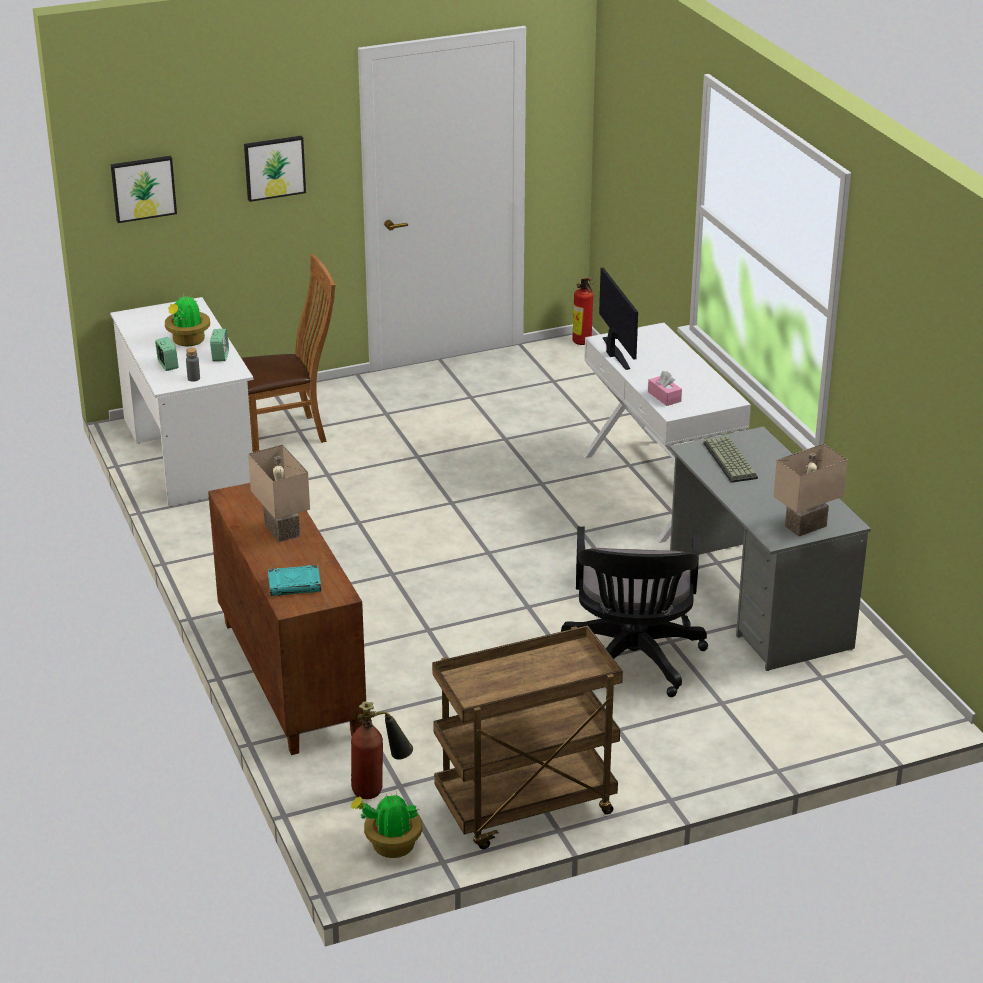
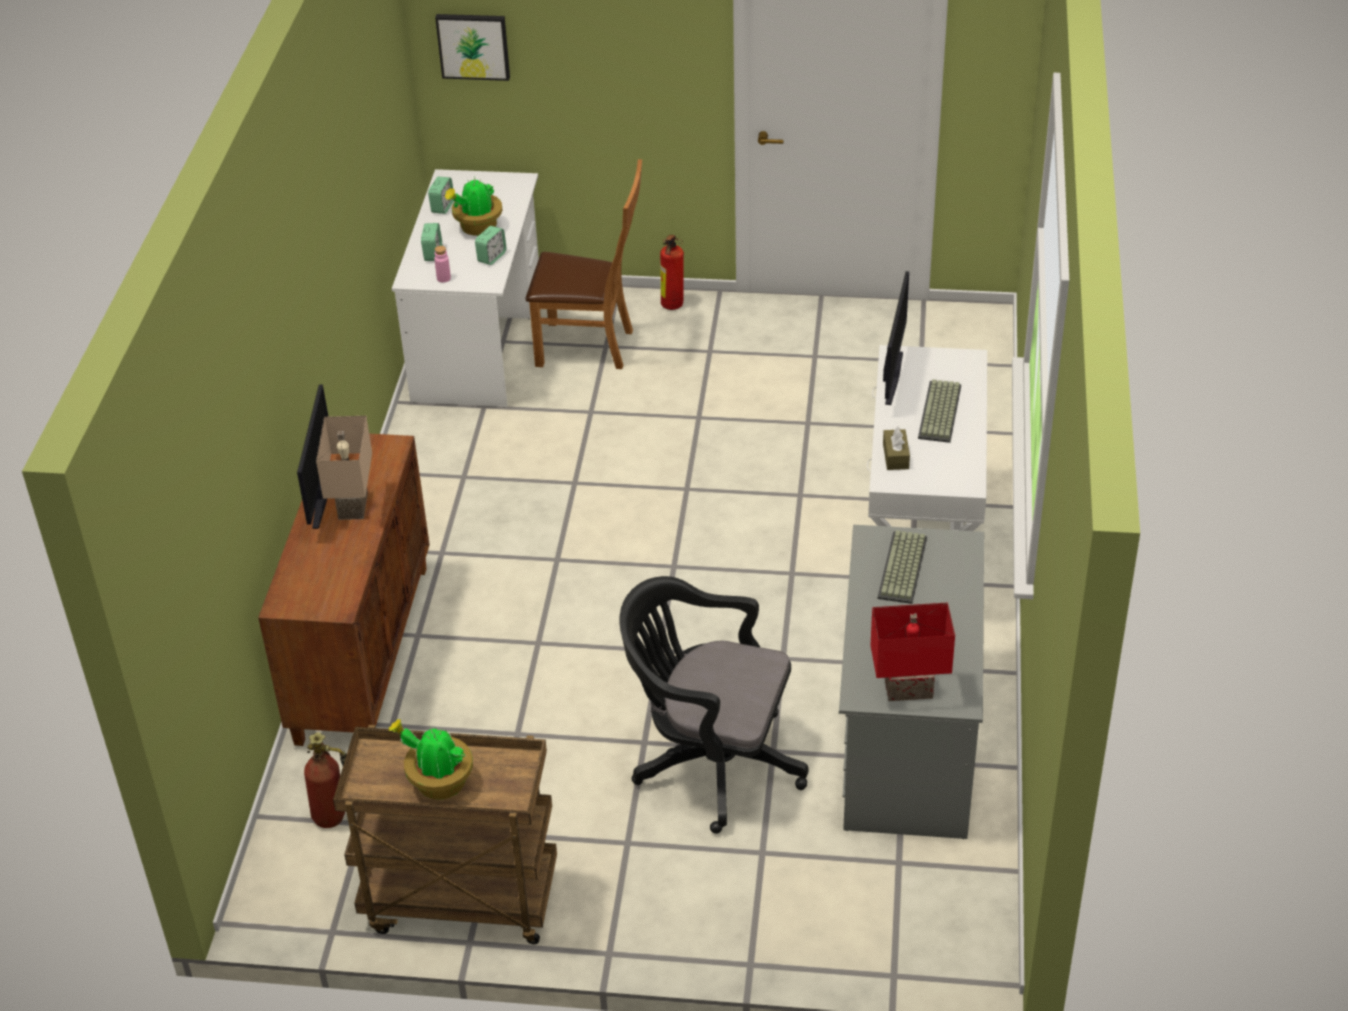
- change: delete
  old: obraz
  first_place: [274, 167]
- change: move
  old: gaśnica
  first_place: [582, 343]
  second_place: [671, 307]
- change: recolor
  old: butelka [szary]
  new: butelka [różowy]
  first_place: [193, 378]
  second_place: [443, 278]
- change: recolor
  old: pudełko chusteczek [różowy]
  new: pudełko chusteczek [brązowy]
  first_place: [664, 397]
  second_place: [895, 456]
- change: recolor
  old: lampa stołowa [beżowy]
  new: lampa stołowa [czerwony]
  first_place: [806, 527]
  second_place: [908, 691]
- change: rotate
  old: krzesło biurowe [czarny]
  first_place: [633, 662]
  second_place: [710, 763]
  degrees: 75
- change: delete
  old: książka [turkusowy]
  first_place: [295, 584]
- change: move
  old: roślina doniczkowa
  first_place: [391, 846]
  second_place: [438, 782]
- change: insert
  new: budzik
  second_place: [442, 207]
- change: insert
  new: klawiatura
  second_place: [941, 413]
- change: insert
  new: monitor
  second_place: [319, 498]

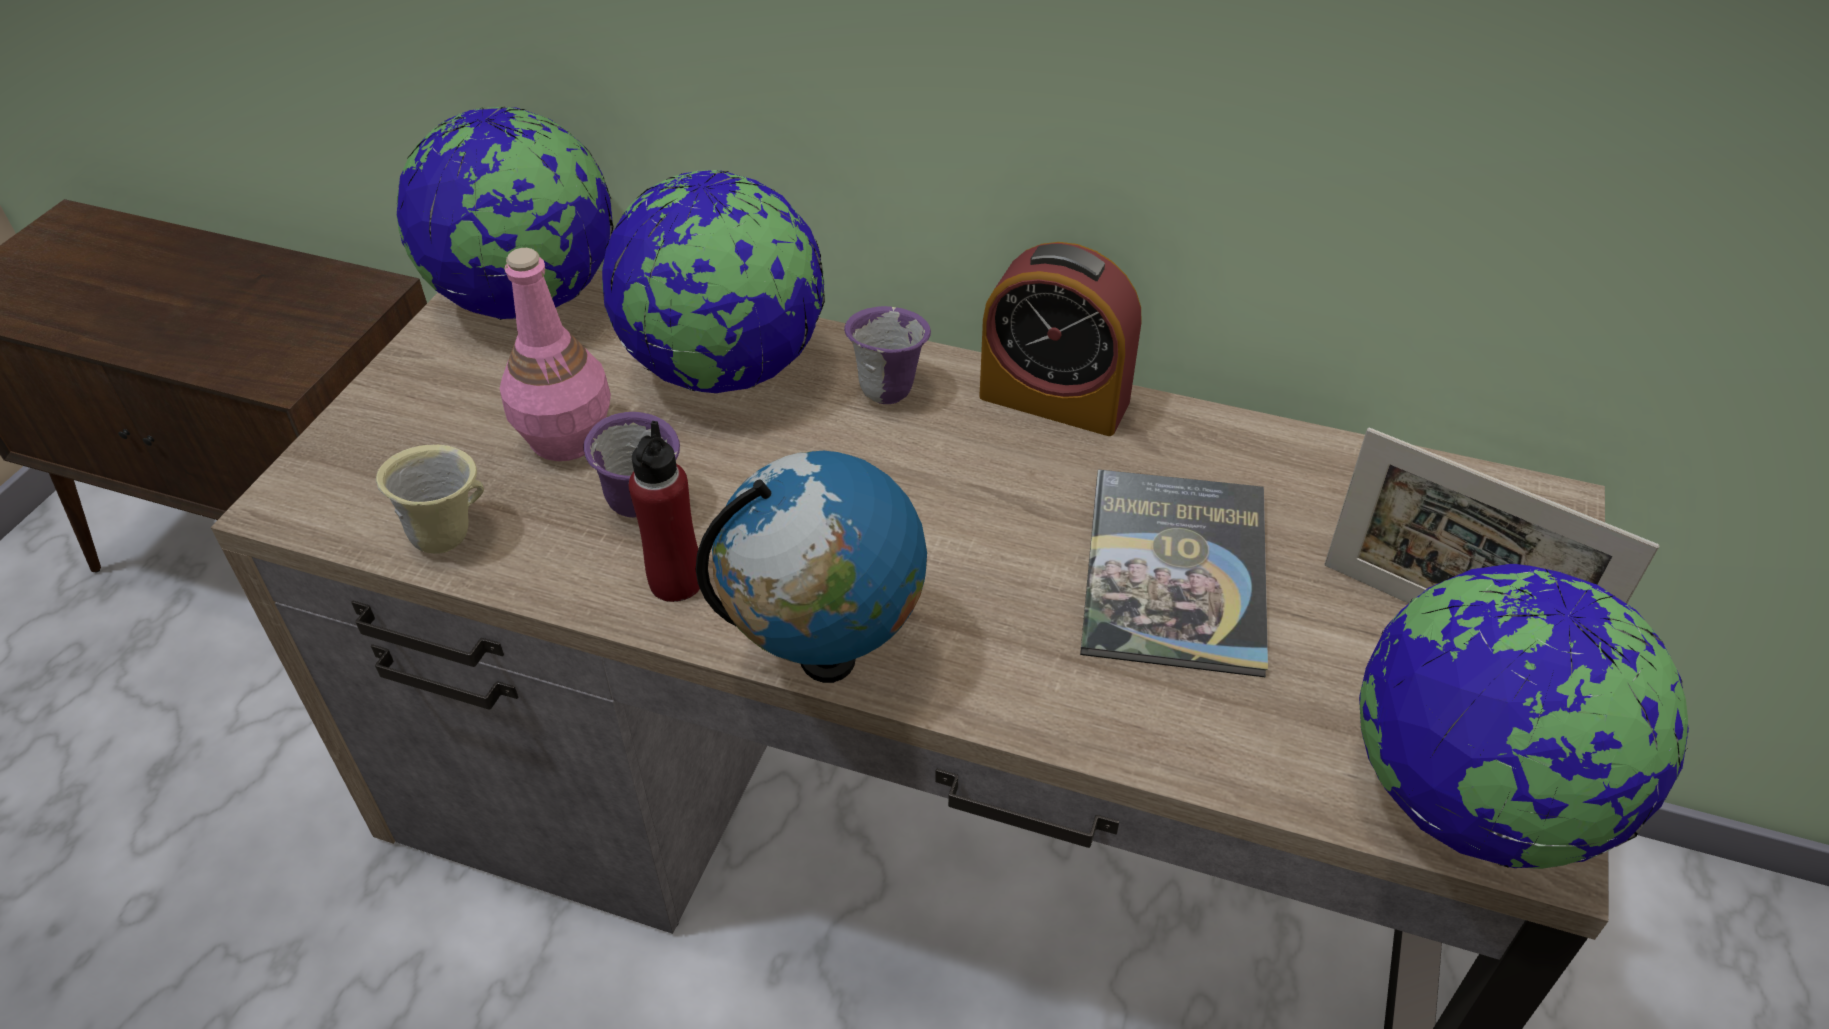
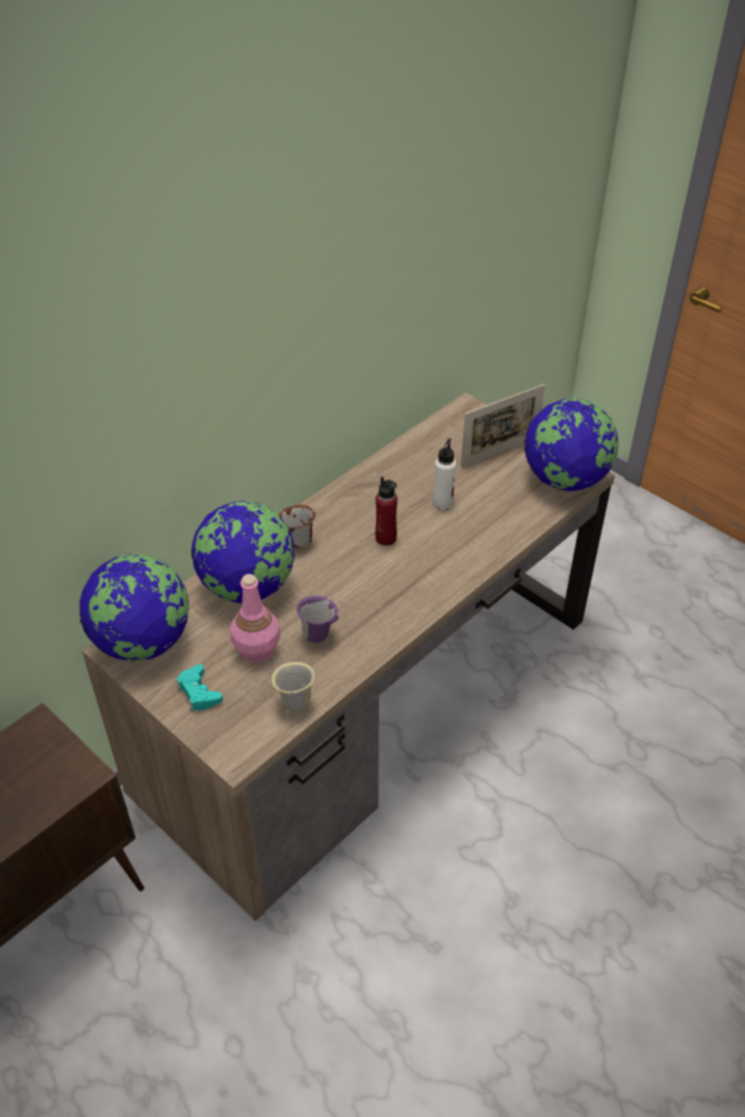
- change: delete
  old: budzik
  first_place: [1054, 399]
- change: recolor
  old: kubek [fioletowy]
  new: kubek [brązowy]
  first_place: [888, 390]
  second_place: [298, 541]
- change: move
  old: butelka [czerwony]
  first_place: [676, 582]
  second_place: [386, 538]
- change: delete
  old: globus
  first_place: [827, 657]
- change: replace
  old: książka
  new: butelka [biały]
  first_place: [1175, 572]
  second_place: [443, 503]
- change: insert
  new: pad do gier [turkusowy]
  second_place: [199, 692]

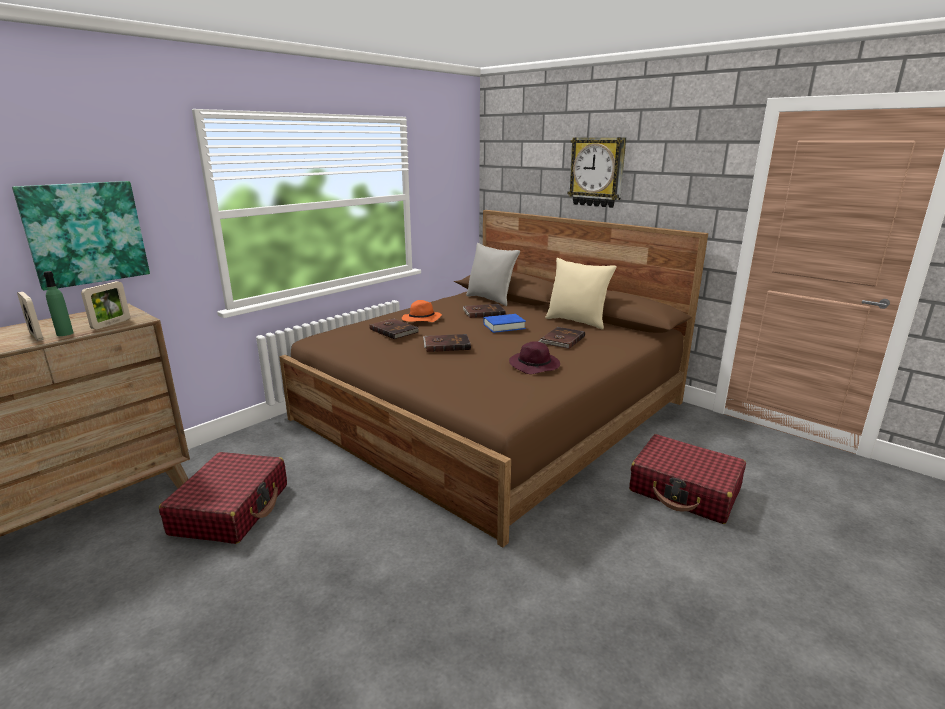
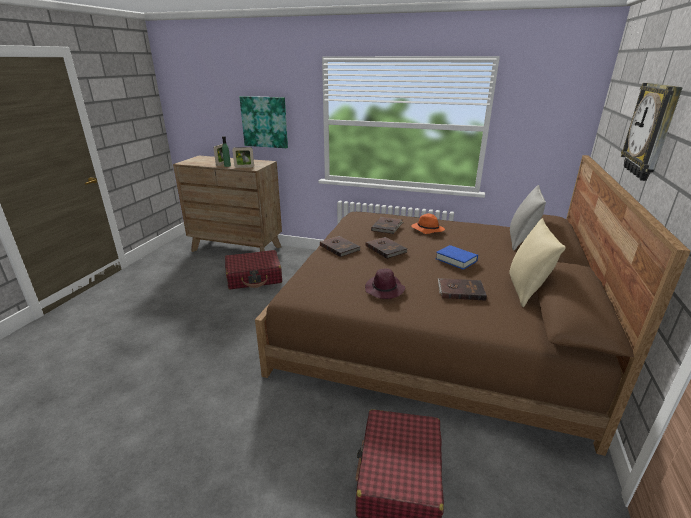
- change: move
  old: książka [brązowy]
  first_place: [483, 312]
  second_place: [340, 247]

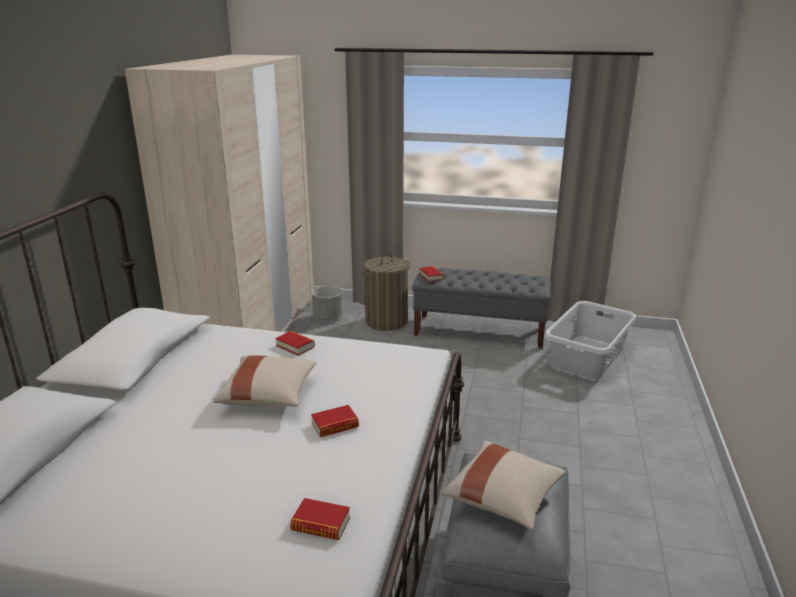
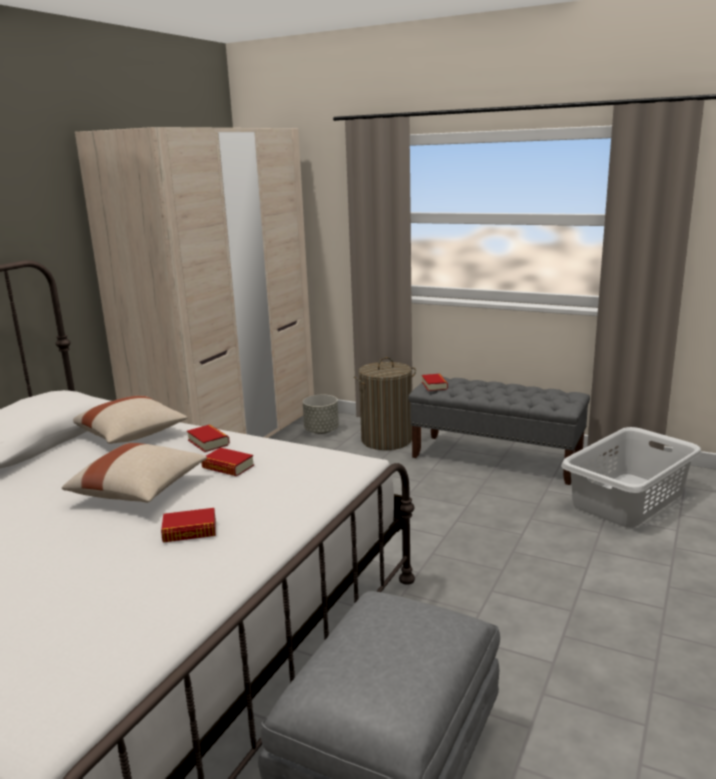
- change: move
  old: poduszka [beżowy]
  first_place: [503, 497]
  second_place: [132, 436]
- change: move
  old: książka
  first_place: [321, 524]
  second_place: [228, 467]

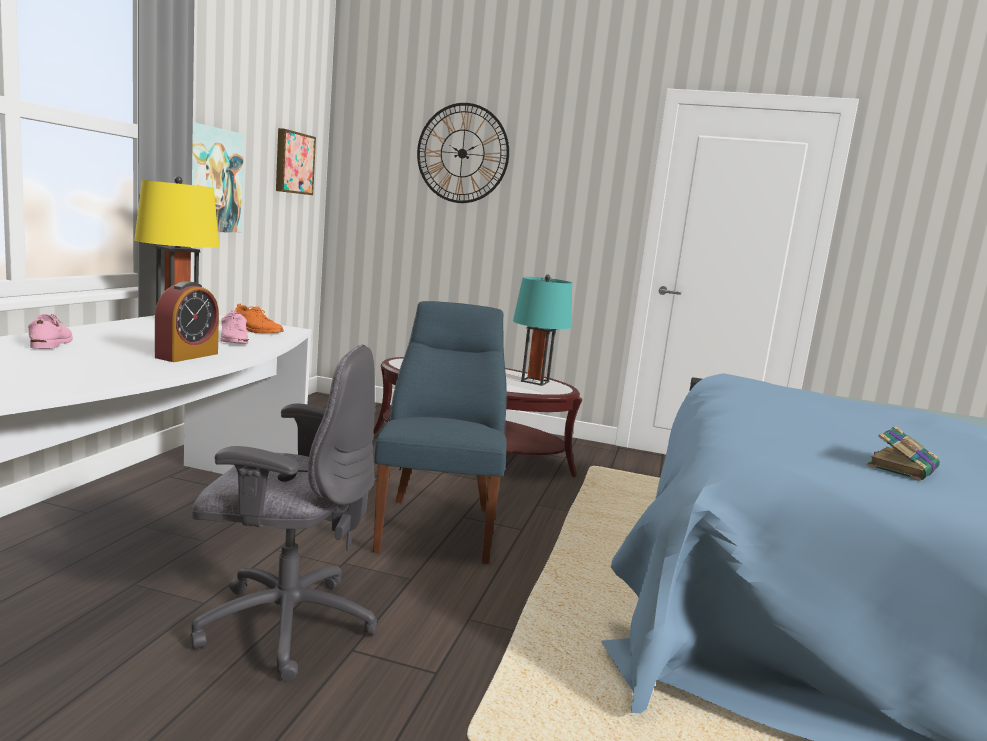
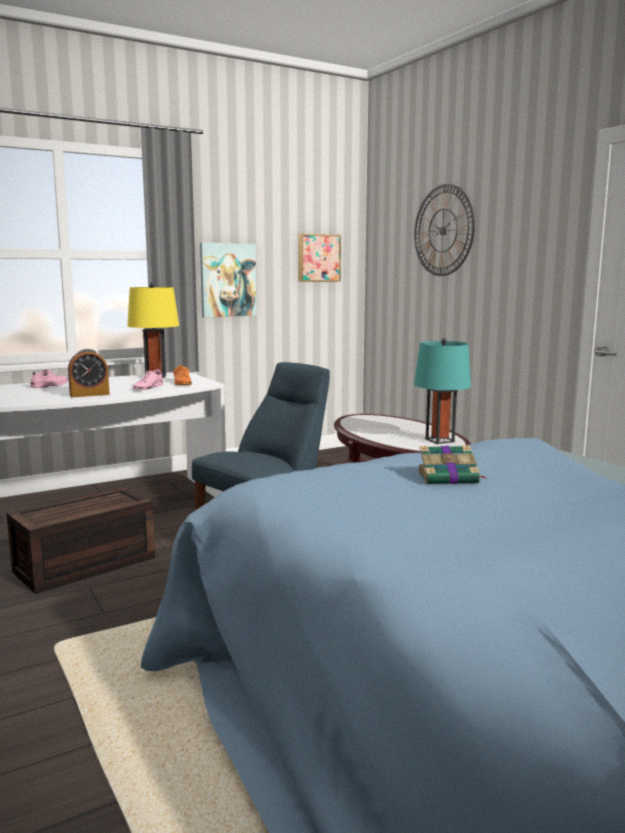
- change: replace
  old: krzesło biurowe [szary]
  new: pojemnik do przechowywania [brązowy]
  first_place: [284, 624]
  second_place: [84, 566]
- change: move
  old: książka
  first_place: [902, 467]
  second_place: [449, 478]

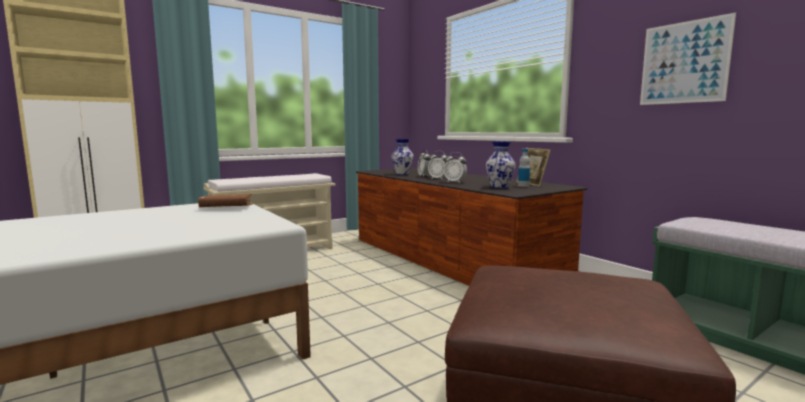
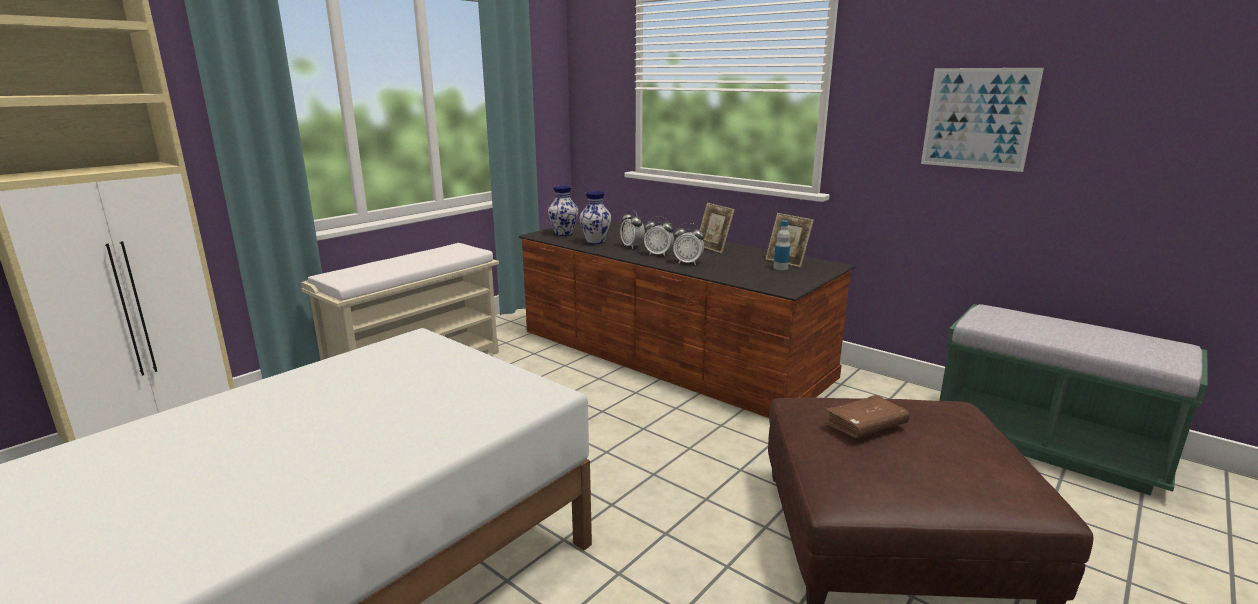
- change: move
  old: wazon
  first_place: [500, 187]
  second_place: [564, 234]
- change: move
  old: książka [brązowy]
  first_place: [226, 208]
  second_place: [865, 426]
- change: insert
  new: ramka na zdjęcie
  second_place: [713, 248]

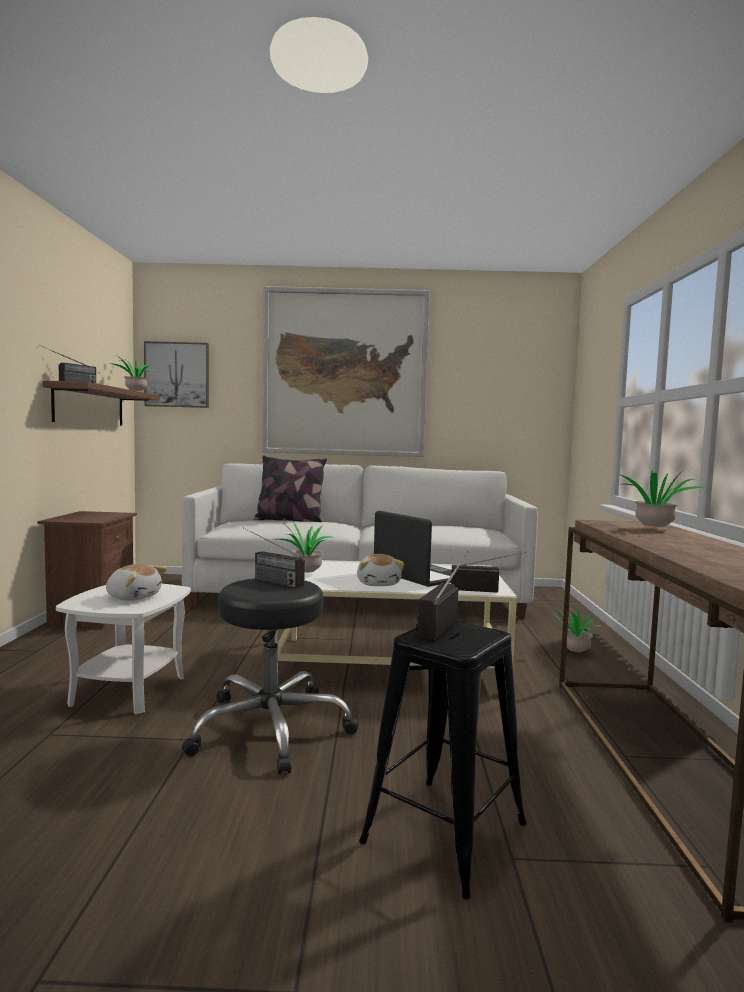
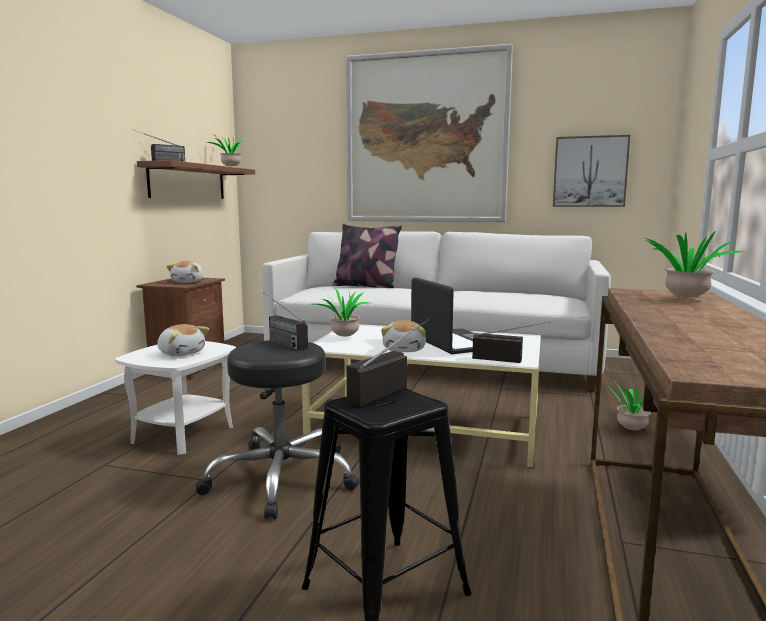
- change: move
  old: obraz
  first_place: [177, 375]
  second_place: [590, 171]
- change: insert
  new: pluszak
  second_place: [188, 282]

